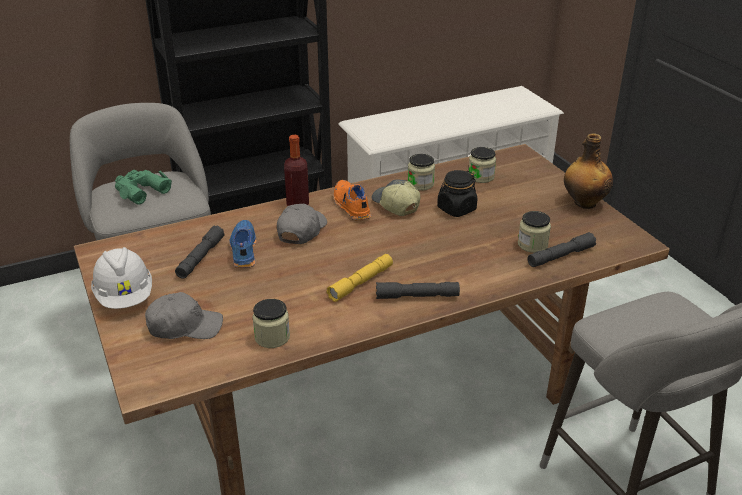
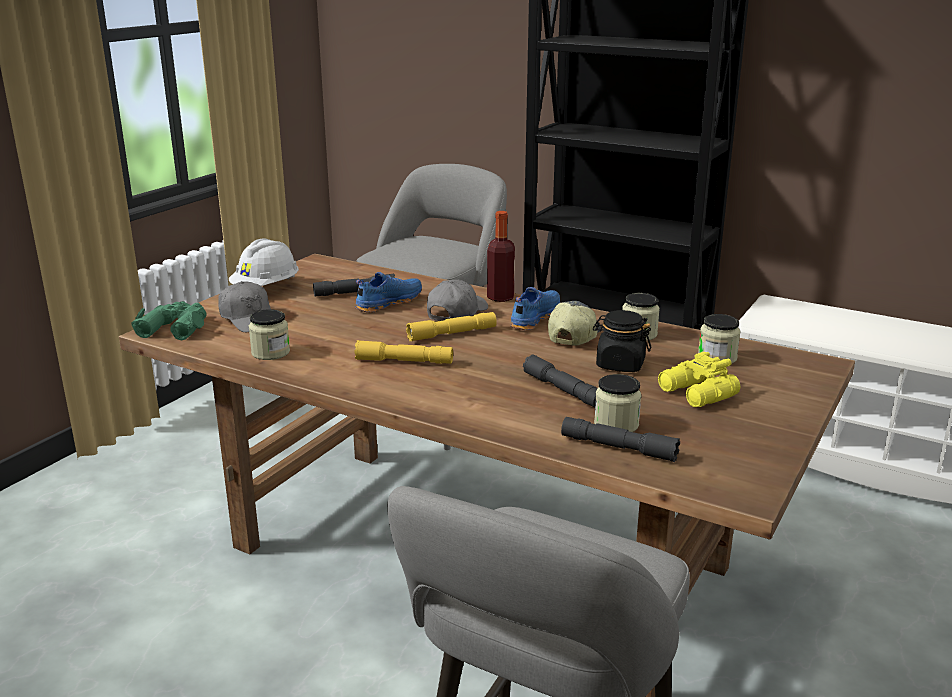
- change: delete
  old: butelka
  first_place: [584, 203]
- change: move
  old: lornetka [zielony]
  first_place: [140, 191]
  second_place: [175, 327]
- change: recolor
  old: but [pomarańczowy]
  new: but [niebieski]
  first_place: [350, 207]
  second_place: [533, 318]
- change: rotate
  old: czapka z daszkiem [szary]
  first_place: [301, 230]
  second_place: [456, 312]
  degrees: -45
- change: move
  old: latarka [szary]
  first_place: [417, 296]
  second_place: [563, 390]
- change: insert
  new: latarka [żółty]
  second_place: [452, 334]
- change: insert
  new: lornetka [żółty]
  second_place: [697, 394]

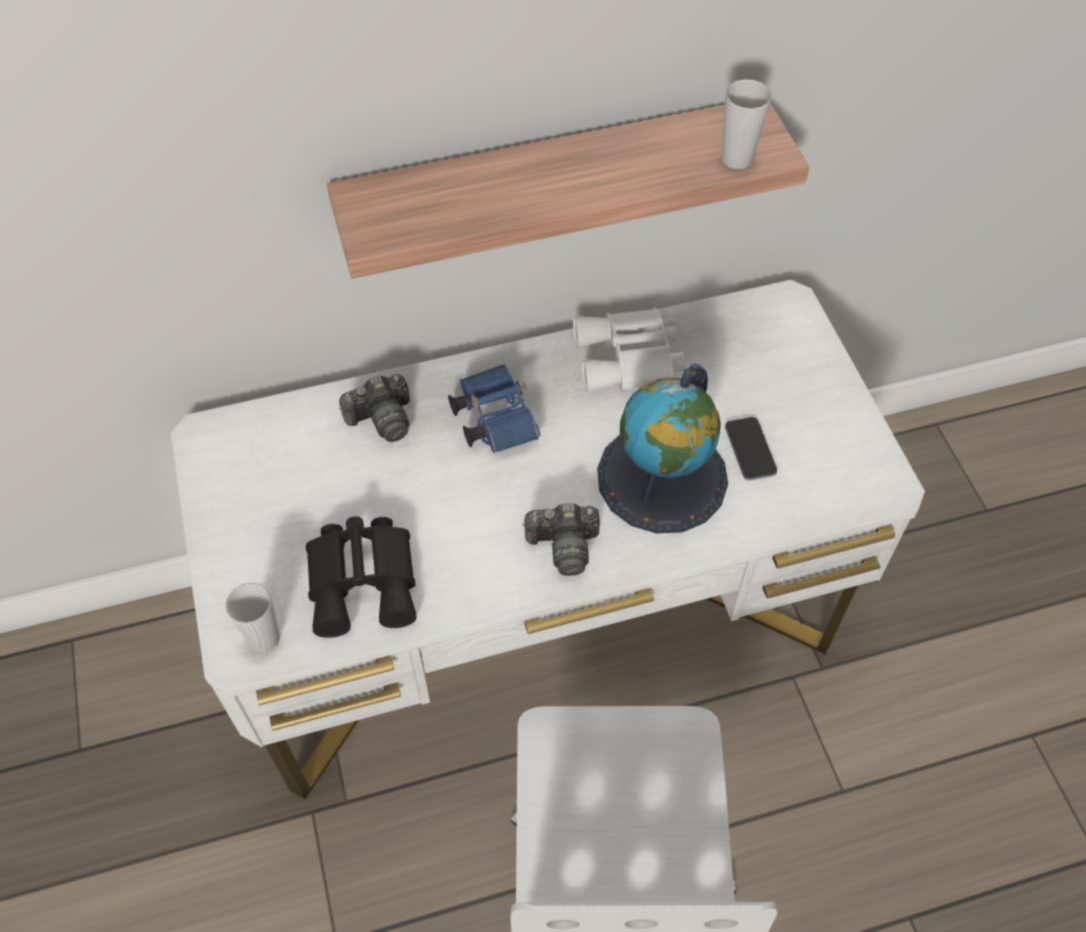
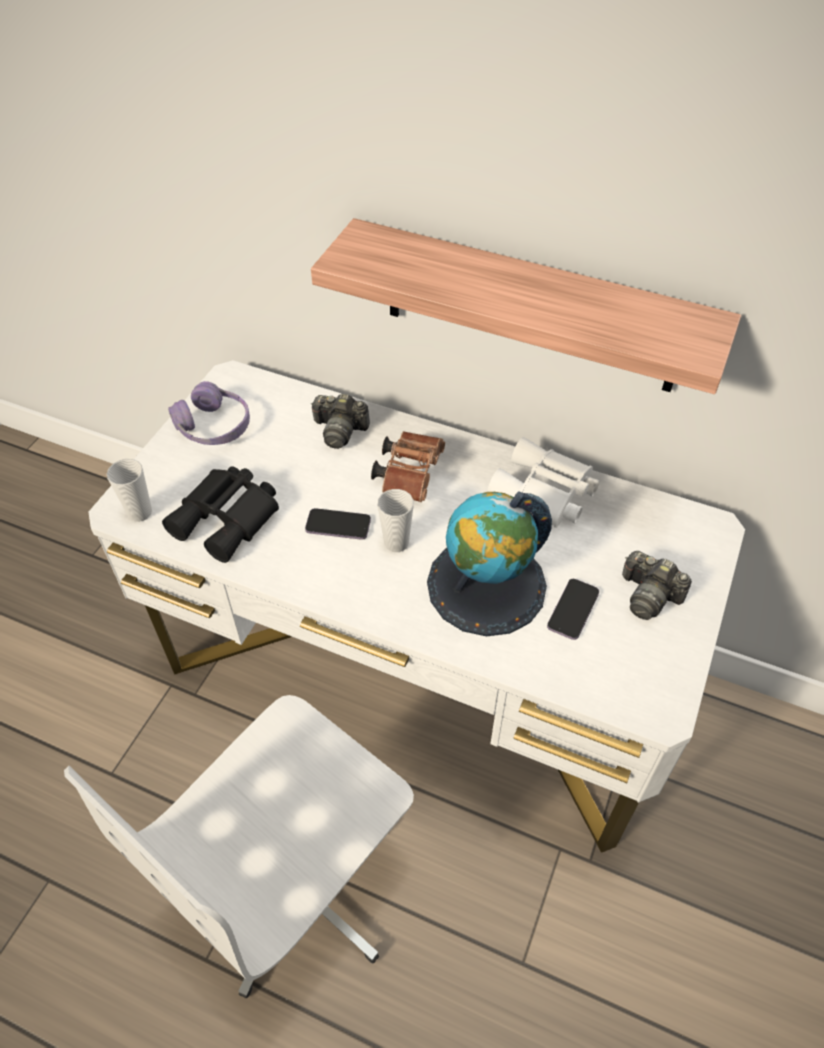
- change: move
  old: filiżanka
  first_place: [736, 159]
  second_place: [396, 543]
- change: recolor
  old: lornetka [niebieski]
  new: lornetka [brązowy]
  first_place: [493, 418]
  second_place: [410, 473]
- change: move
  old: aparat fotograficzny
  first_place: [564, 546]
  second_place: [648, 595]
- change: insert
  new: słuchawki [fioletowy]
  second_place: [214, 426]
- change: insert
  new: telefon
  second_place: [338, 525]

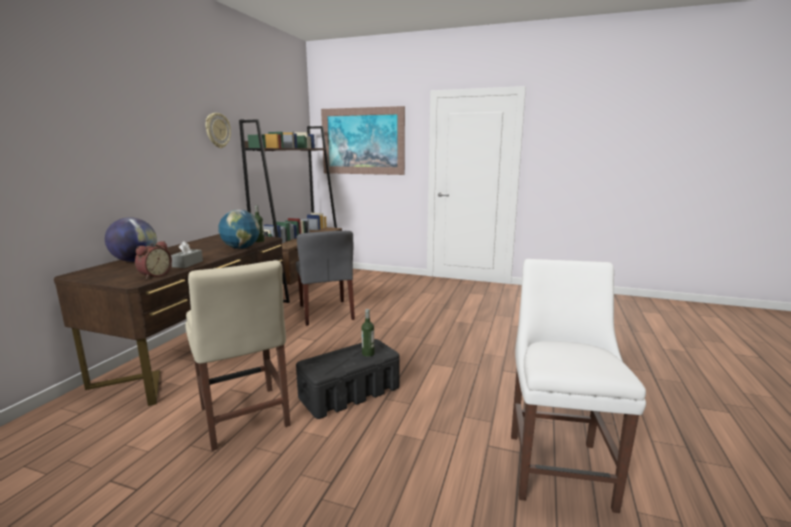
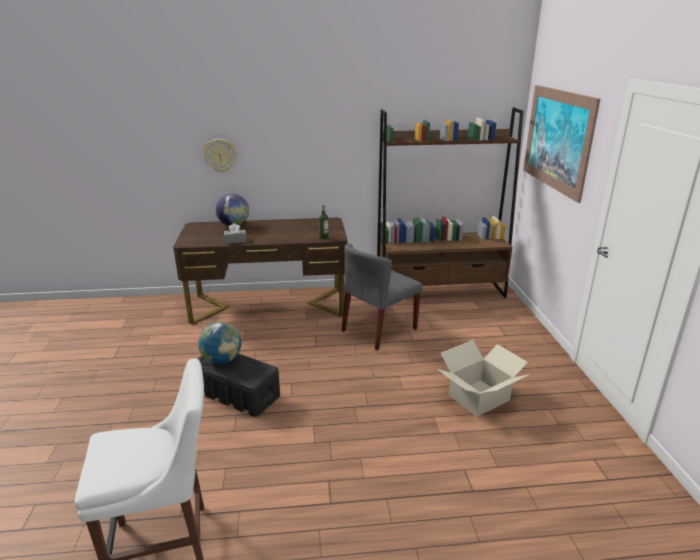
- change: move
  old: zegar ścienny
  first_place: [217, 130]
  second_place: [220, 155]
- change: move
  old: globus
  first_place: [241, 248]
  second_place: [222, 360]
- change: delete
  old: budzik
  first_place: [154, 275]
- change: delete
  old: krzesło [beżowy]
  first_place: [245, 419]
- change: delete
  old: butelka
  first_place: [368, 353]
- change: insert
  new: karton
  second_place: [479, 398]

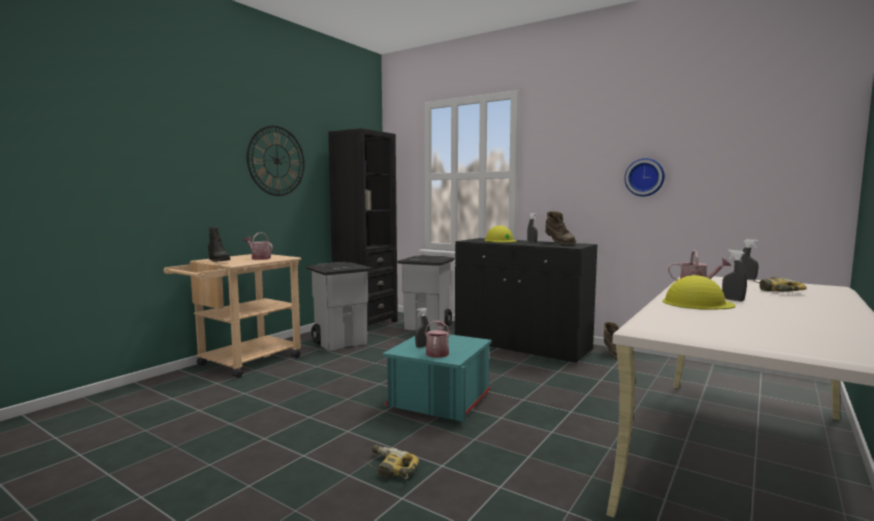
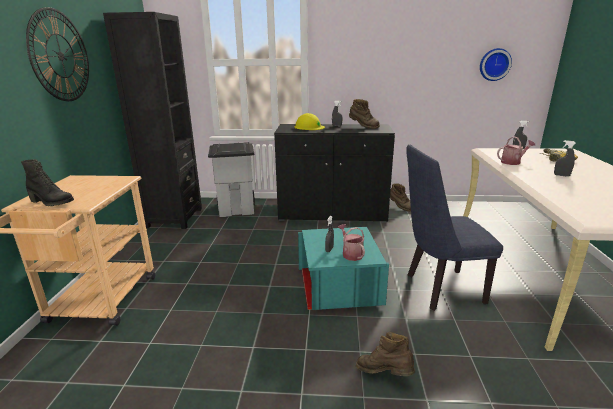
- change: move
  old: zegar ścienny
  first_place: [644, 177]
  second_place: [494, 64]
- change: delete
  old: konewka
  first_place: [259, 258]
- change: delete
  old: kosz na śmieci [szary]
  first_place: [341, 342]
- change: delete
  old: kask [żółty]
  first_place: [697, 303]
- change: replace
  old: wiertarka
  new: but z cholewką [brązowy]
  first_place: [389, 469]
  second_place: [384, 375]
- change: insert
  new: krzesło [niebieski]
  second_place: [438, 289]

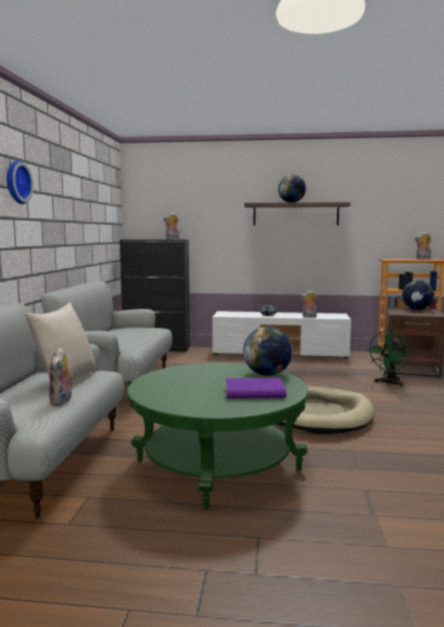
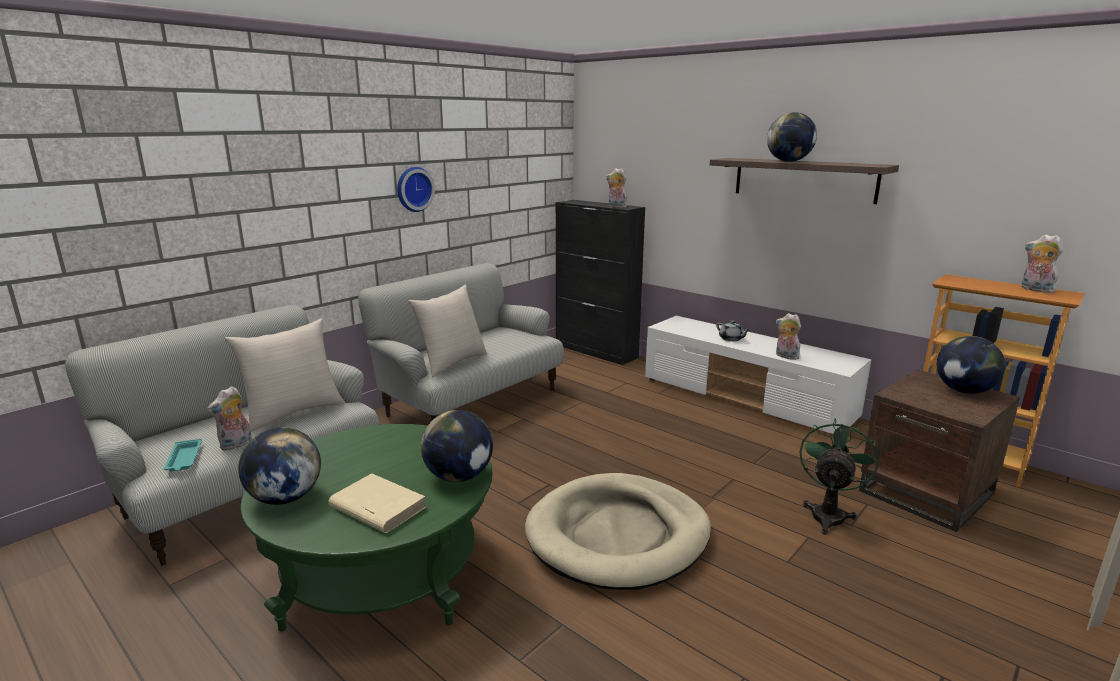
- change: move
  old: zegar ścienny
  first_place: [16, 182]
  second_place: [413, 189]
- change: rotate
  old: wentylator [zielony]
  first_place: [389, 383]
  second_place: [828, 513]
  degrees: 135
- change: recolor
  old: książka [fioletowy]
  new: książka [beżowy]
  first_place: [254, 392]
  second_place: [377, 507]
- change: insert
  new: poduszka [beżowy]
  second_place: [452, 363]
- change: insert
  new: globus
  second_place: [285, 498]
- change: insert
  new: taca [turkusowy]
  second_place: [184, 459]

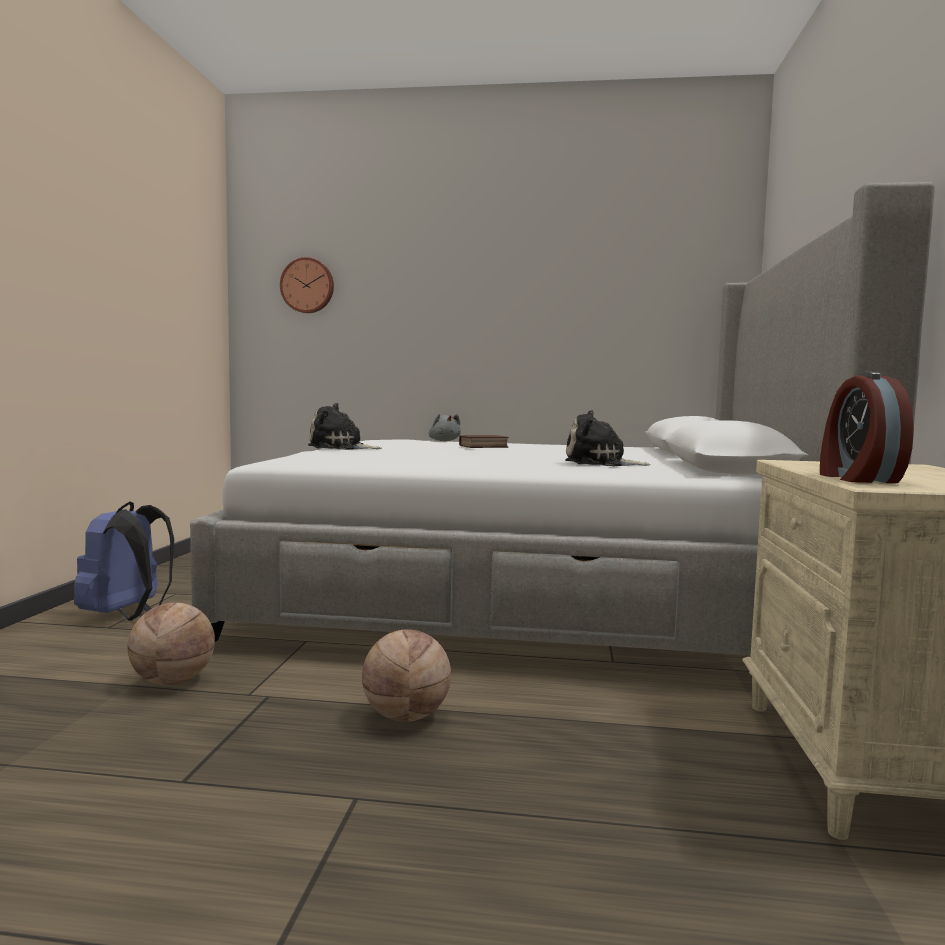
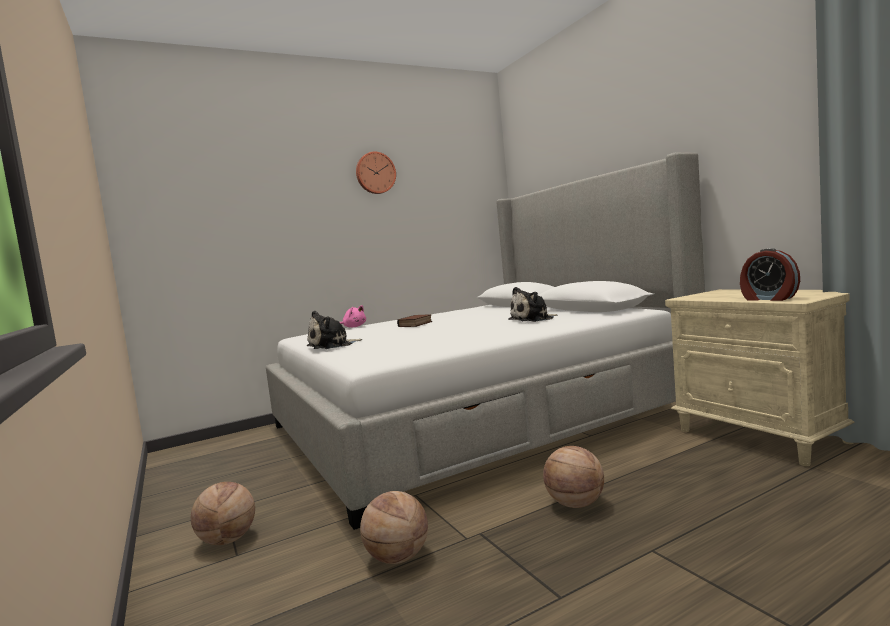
- change: move
  old: zegar ścienny
  first_place: [308, 286]
  second_place: [375, 173]
- change: recolor
  old: pluszak [szary]
  new: pluszak [różowy]
  first_place: [444, 441]
  second_place: [354, 327]
- change: replace
  old: plecak [niebieski]
  new: piłka do koszykówki
  first_place: [127, 615]
  second_place: [228, 540]

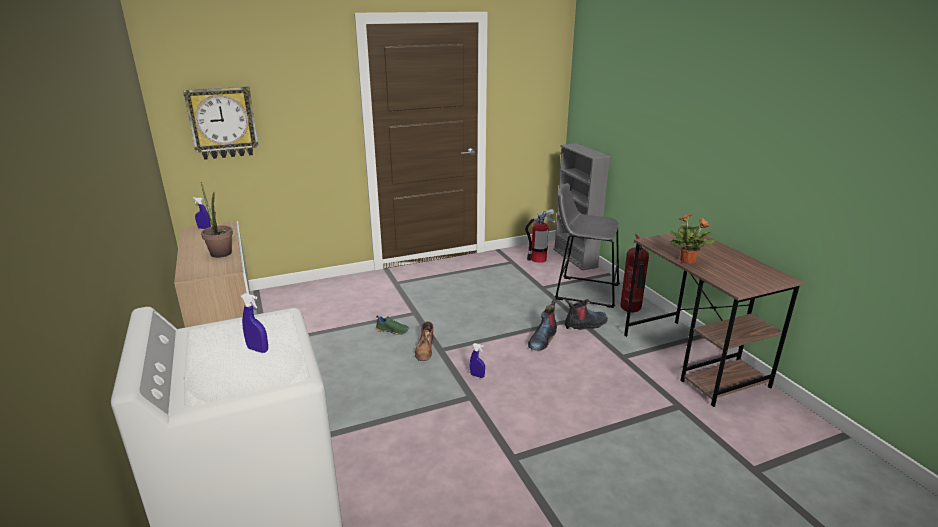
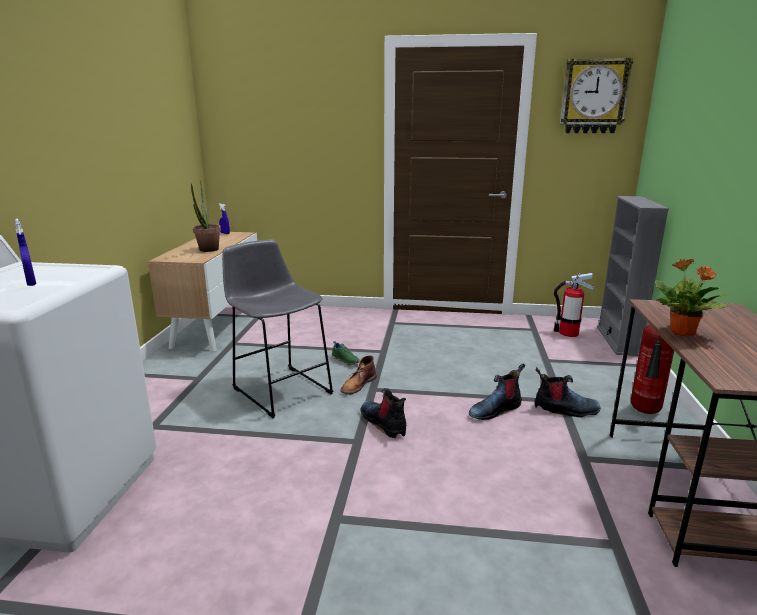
- change: move
  old: zegar ścienny
  first_place: [223, 122]
  second_place: [593, 96]
- change: move
  old: stołek [szary]
  first_place: [583, 291]
  second_place: [280, 389]
- change: replace
  old: spryskiwacz [niebieski]
  new: but z cholewką
  first_place: [477, 376]
  second_place: [384, 423]

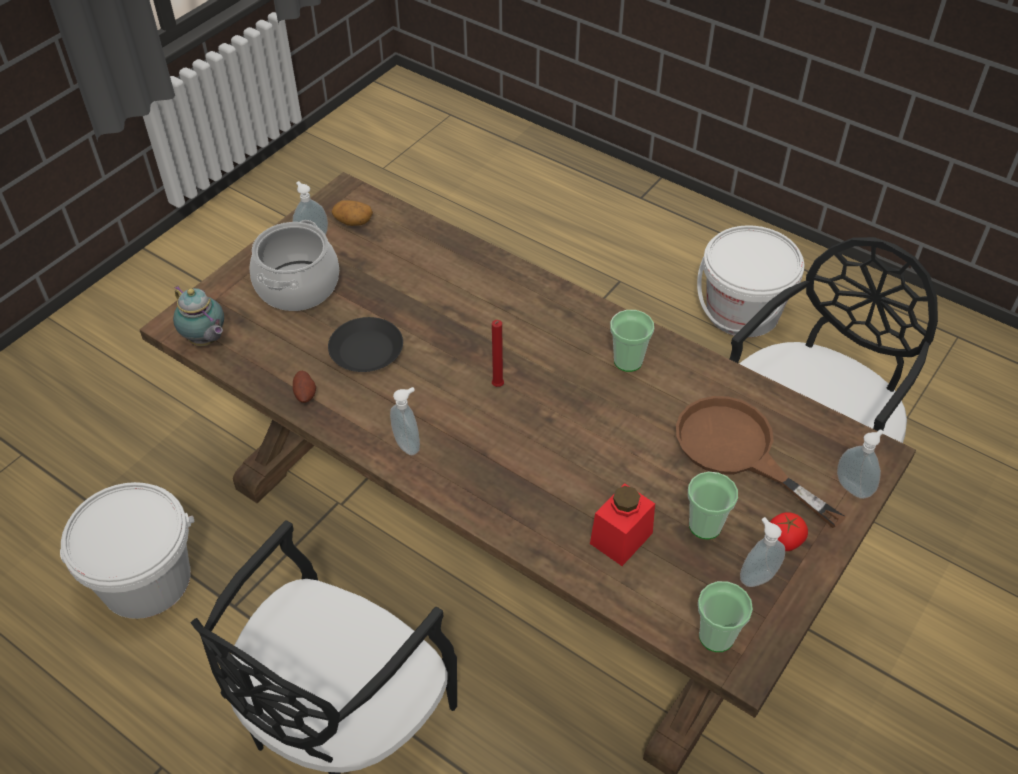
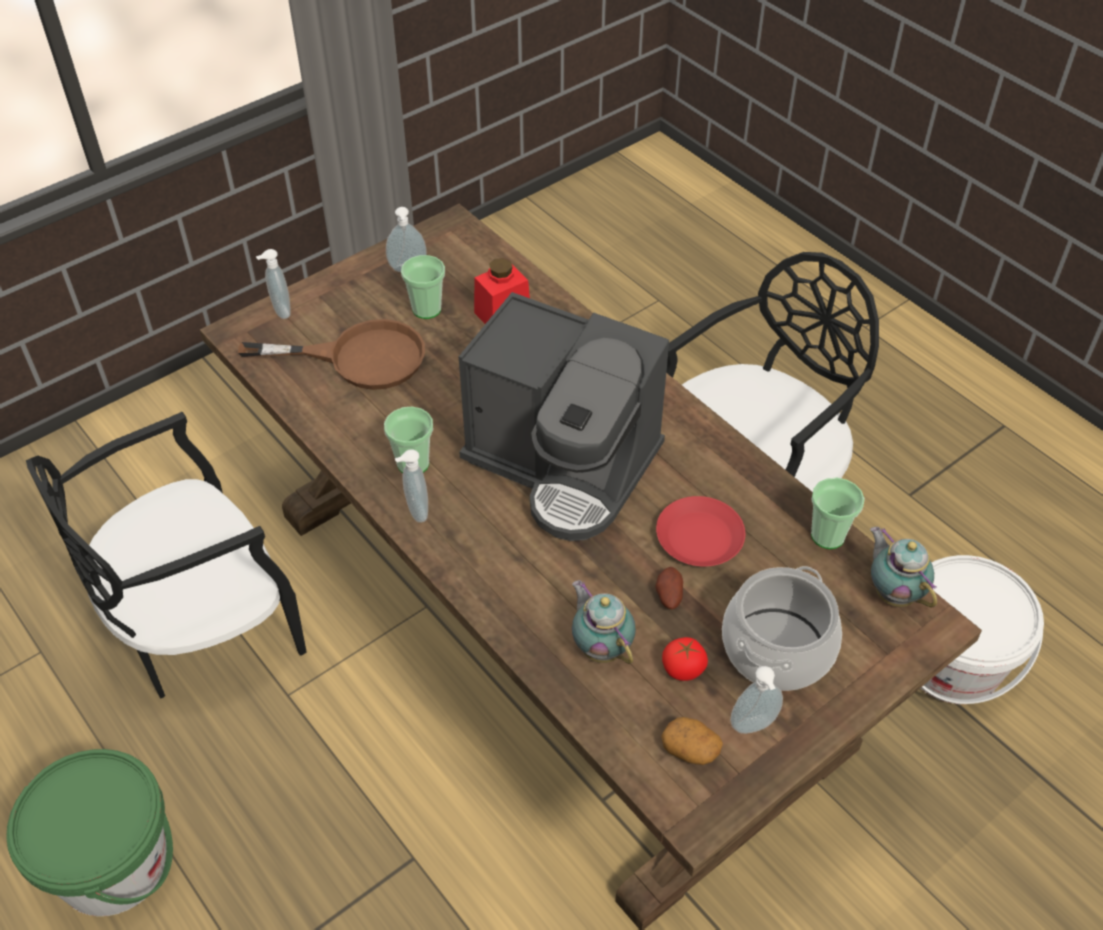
- change: recolor
  old: wiadro [biały]
  new: wiadro [zielony]
  first_place: [742, 312]
  second_place: [113, 863]
- change: recolor
  old: talerz [czarny]
  new: talerz [czerwony]
  first_place: [367, 350]
  second_place: [698, 537]
- change: replace
  old: świeca [czerwony]
  new: ekspres do kawy
  first_place: [497, 387]
  second_place: [564, 465]
- change: move
  old: ziemniak
  first_place: [305, 394]
  second_place: [668, 596]
- change: move
  old: dozownik mydła
  first_place: [408, 444]
  second_place: [415, 512]
- change: rotate
  old: patelnia [brązowy]
  first_place: [738, 451]
  second_place: [359, 358]
  degrees: -60
- change: move
  old: pomidor
  first_place: [784, 540]
  second_place: [683, 669]
- change: move
  old: filiżanka
  first_place: [716, 636]
  second_place: [828, 536]
- change: insert
  new: imbryk
  second_place: [601, 647]

